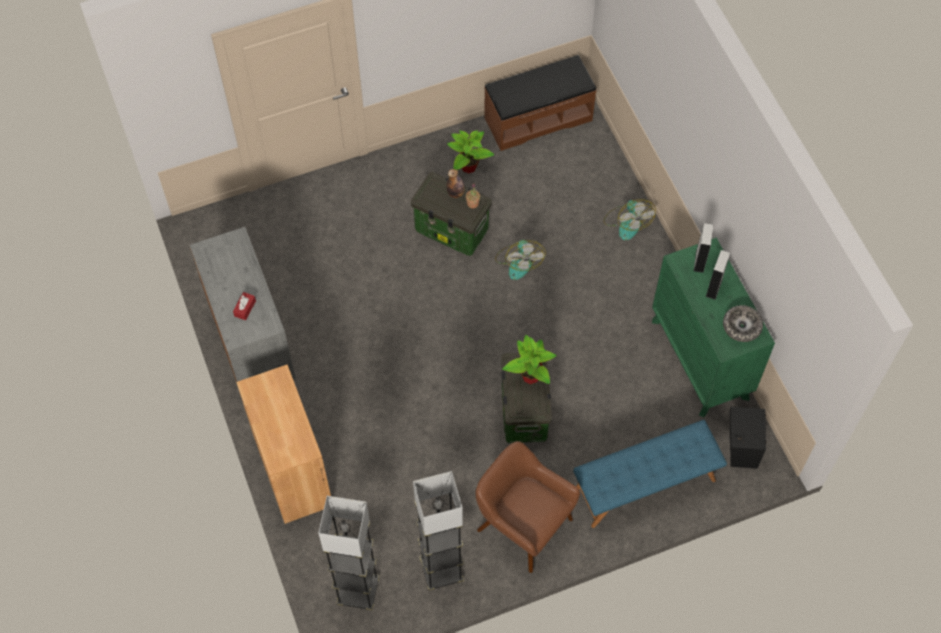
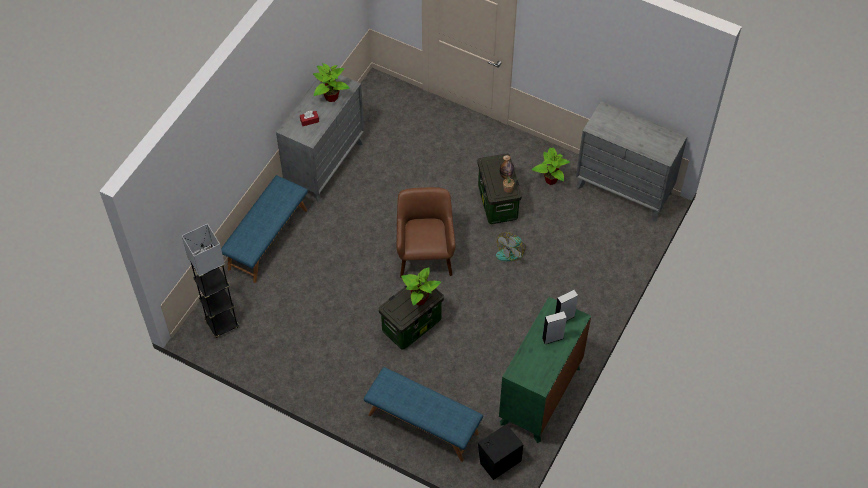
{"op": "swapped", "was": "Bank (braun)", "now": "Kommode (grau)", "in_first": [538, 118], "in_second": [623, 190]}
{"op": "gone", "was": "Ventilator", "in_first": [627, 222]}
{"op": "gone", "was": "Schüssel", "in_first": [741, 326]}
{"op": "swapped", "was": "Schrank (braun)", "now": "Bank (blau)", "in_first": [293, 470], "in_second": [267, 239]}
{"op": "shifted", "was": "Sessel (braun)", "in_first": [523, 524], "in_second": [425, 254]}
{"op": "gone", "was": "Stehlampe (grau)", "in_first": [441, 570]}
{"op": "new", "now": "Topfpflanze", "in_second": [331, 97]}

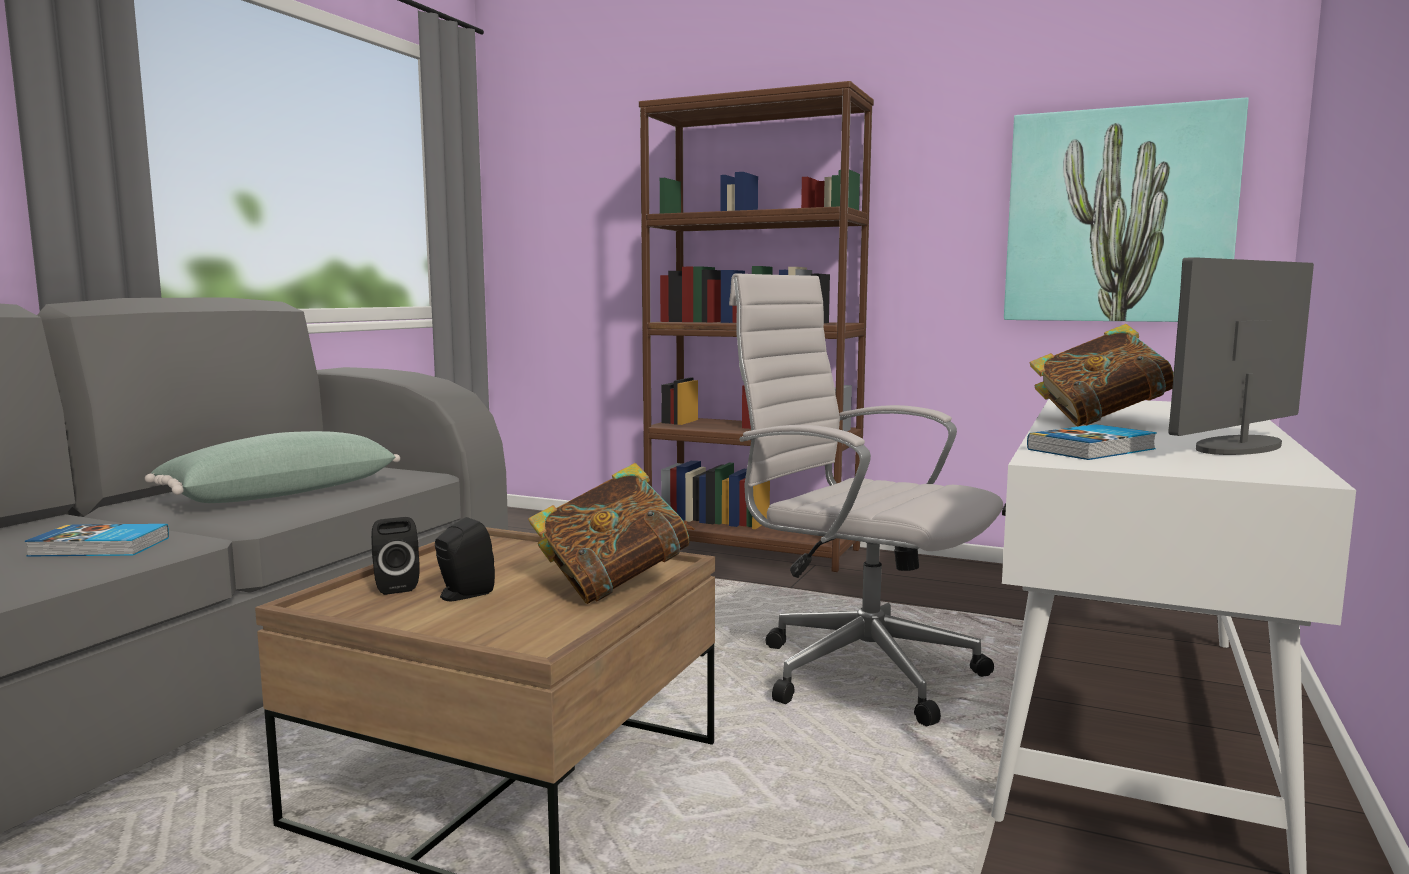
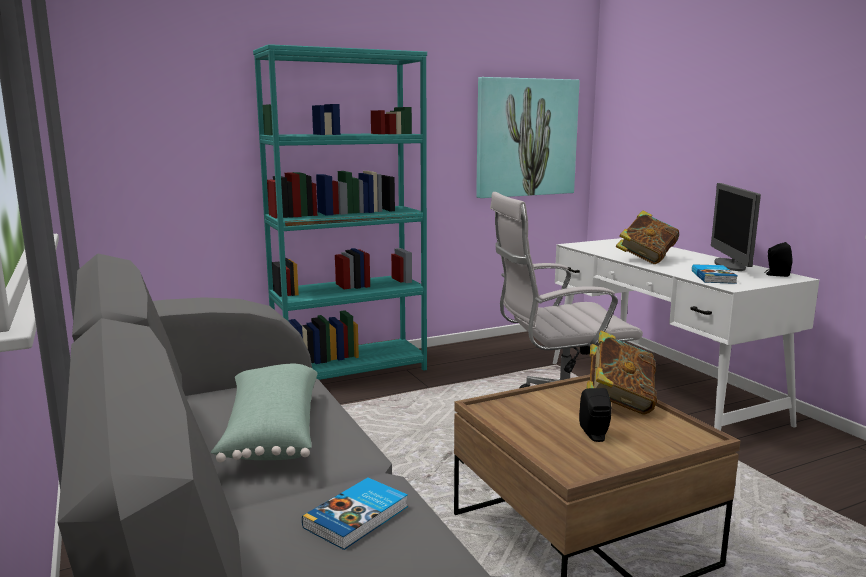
{"op": "repainted", "was": "Bücherregal (braun)", "now": "Bücherregal (türkis)", "in_first": [752, 548], "in_second": [351, 371]}
{"op": "shifted", "was": "Lautsprecher (schwarz)", "in_first": [395, 586], "in_second": [776, 275]}

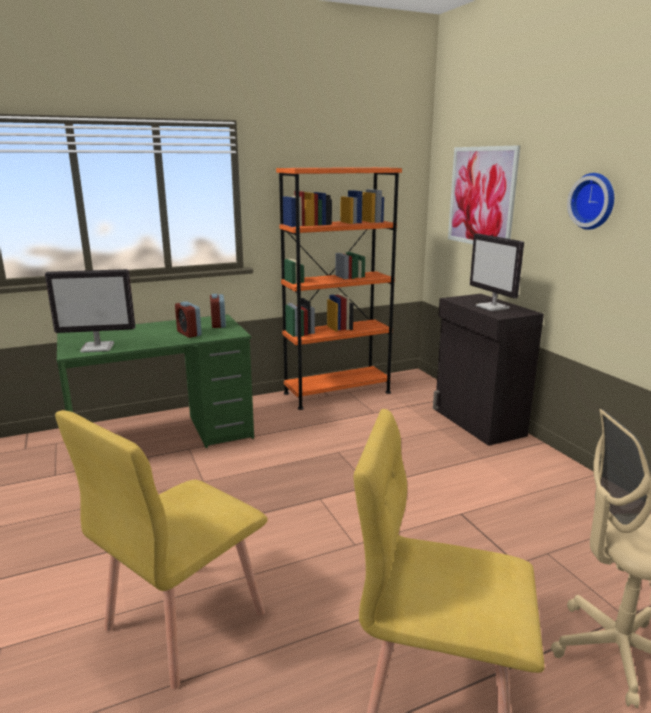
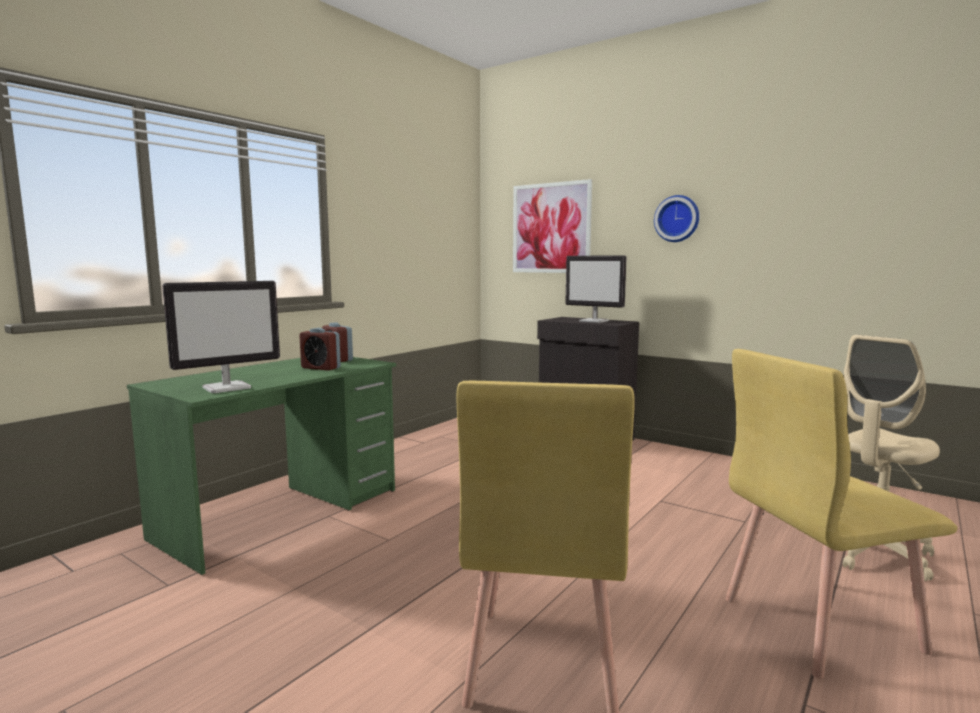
{"op": "gone", "was": "Bücherregal (orange)", "in_first": [337, 393]}

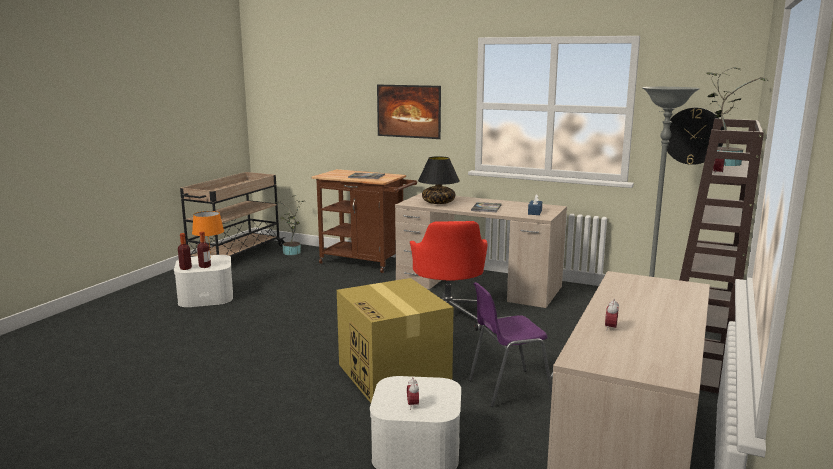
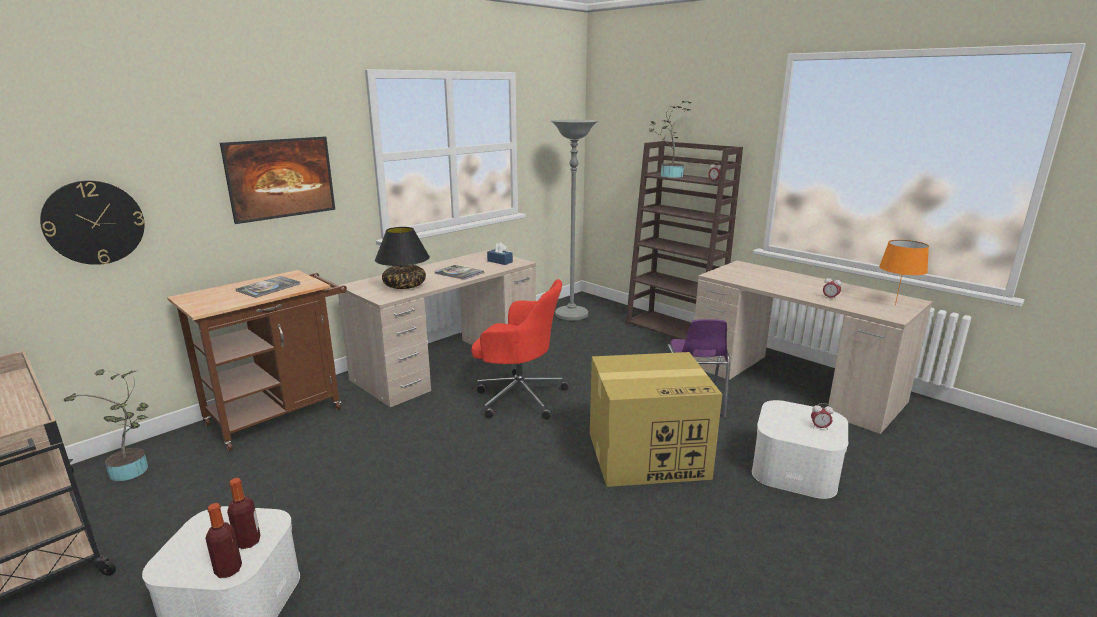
{"op": "shifted", "was": "Wanduhr", "in_first": [693, 136], "in_second": [94, 222]}
{"op": "shifted", "was": "Tischlampe (orange)", "in_first": [210, 258], "in_second": [895, 305]}

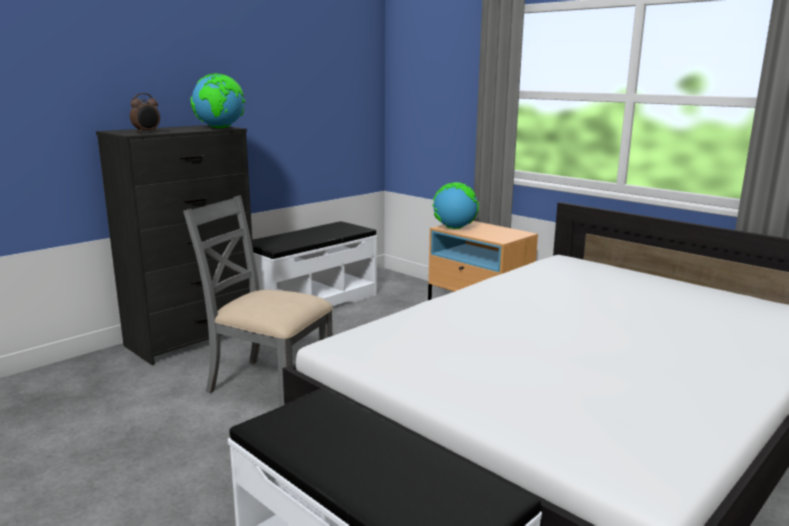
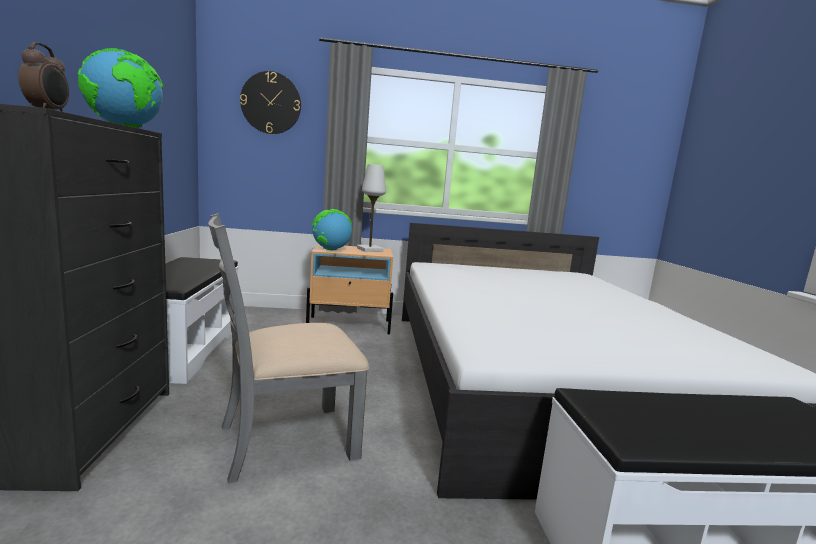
{"op": "new", "now": "Wanduhr", "in_second": [271, 103]}
{"op": "new", "now": "Tischlampe (weiß)", "in_second": [369, 249]}

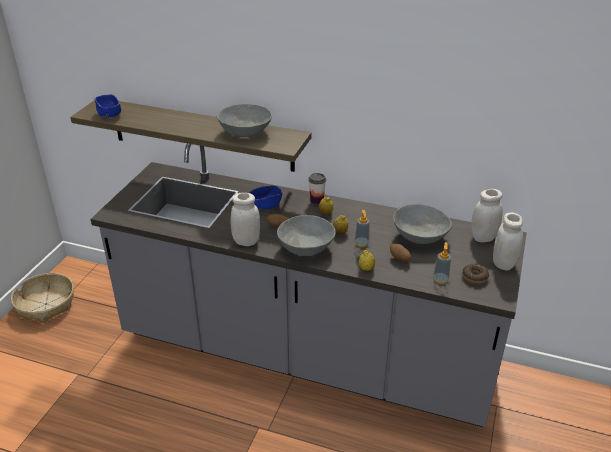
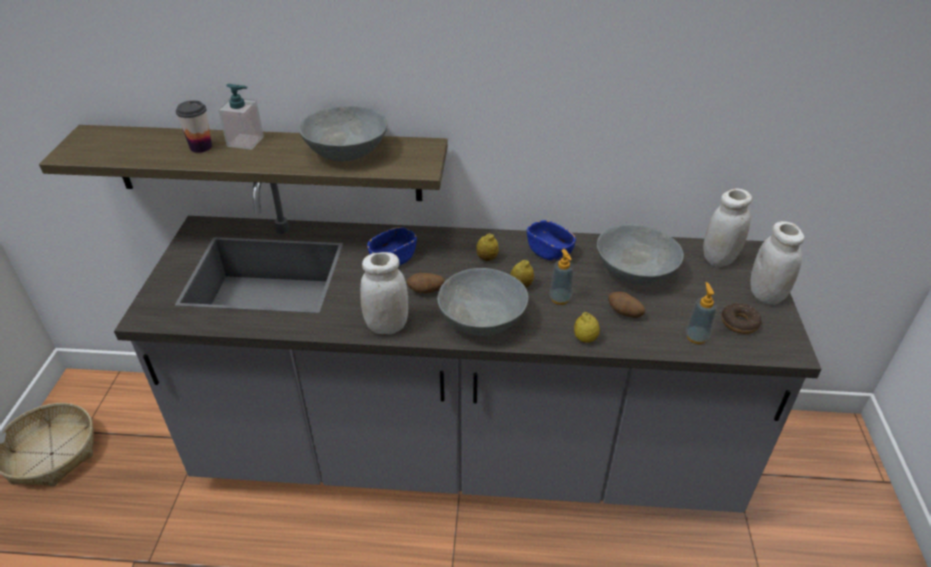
{"op": "shifted", "was": "Schüssel (blau)", "in_first": [109, 114], "in_second": [549, 251]}
{"op": "shifted", "was": "Tasse", "in_first": [317, 200], "in_second": [201, 147]}
{"op": "new", "now": "Seifenspender", "in_second": [245, 141]}

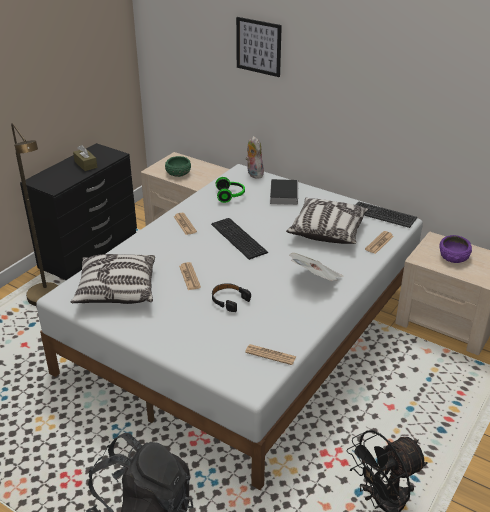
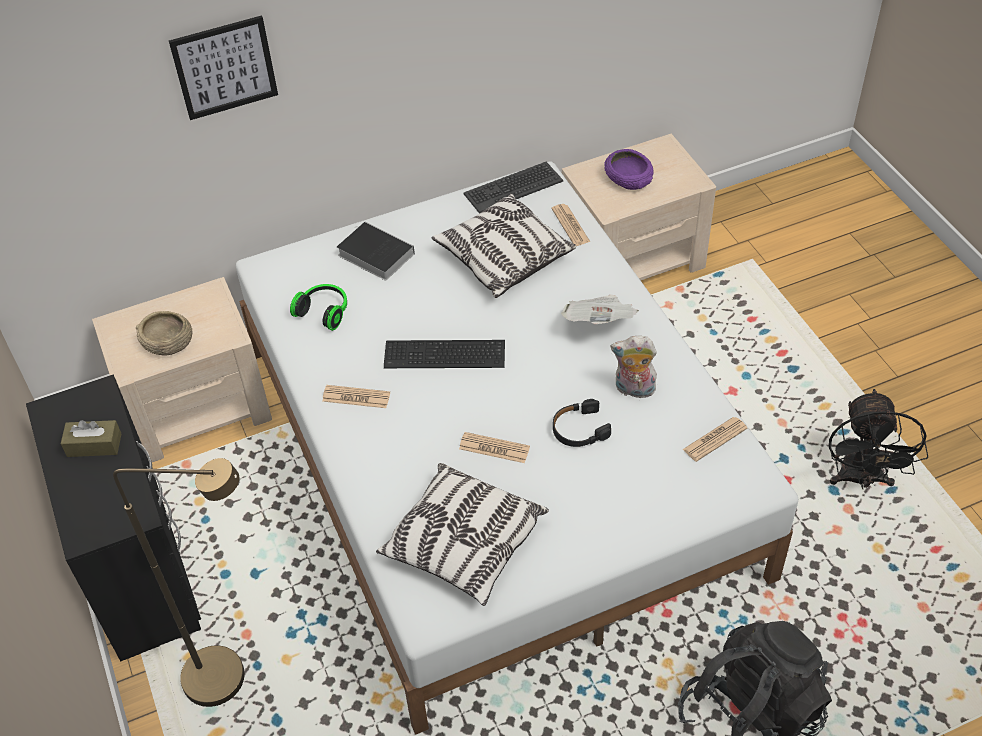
{"op": "shifted", "was": "Plüschtier", "in_first": [253, 174], "in_second": [633, 390]}
{"op": "repainted", "was": "Schüssel (grün)", "now": "Schüssel (beige)", "in_first": [178, 172], "in_second": [167, 342]}

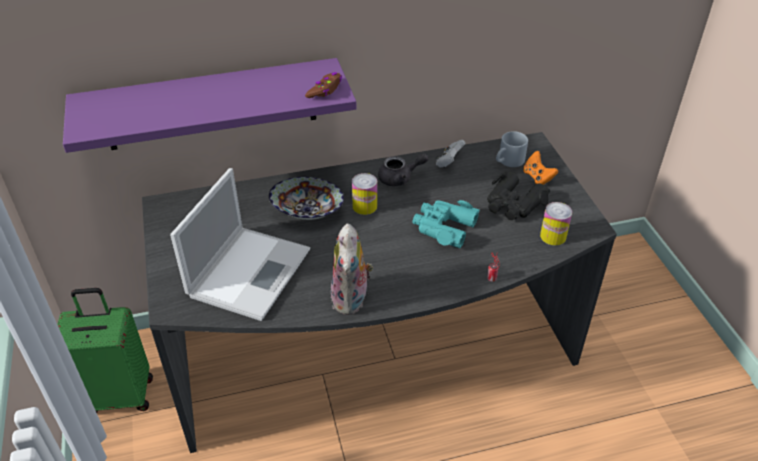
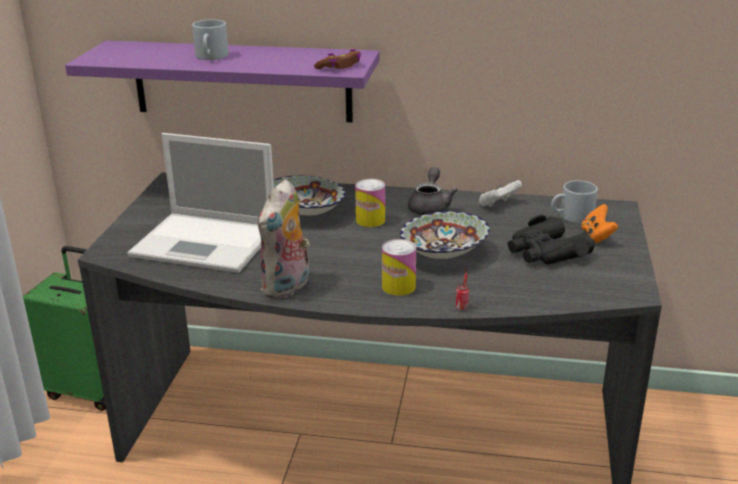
{"op": "rotated", "was": "Teekanne (grau)", "in_first": [400, 178], "in_second": [430, 207], "clockwise": -90}
{"op": "rotated", "was": "Laptop", "in_first": [250, 271], "in_second": [207, 243], "clockwise": 60}
{"op": "swapped", "was": "Fernglas (türkis)", "now": "Schüssel", "in_first": [443, 227], "in_second": [443, 254]}
{"op": "shifted", "was": "Dose", "in_first": [553, 236], "in_second": [398, 286]}
{"op": "new", "now": "Henkelbecher (grau)", "in_second": [211, 57]}

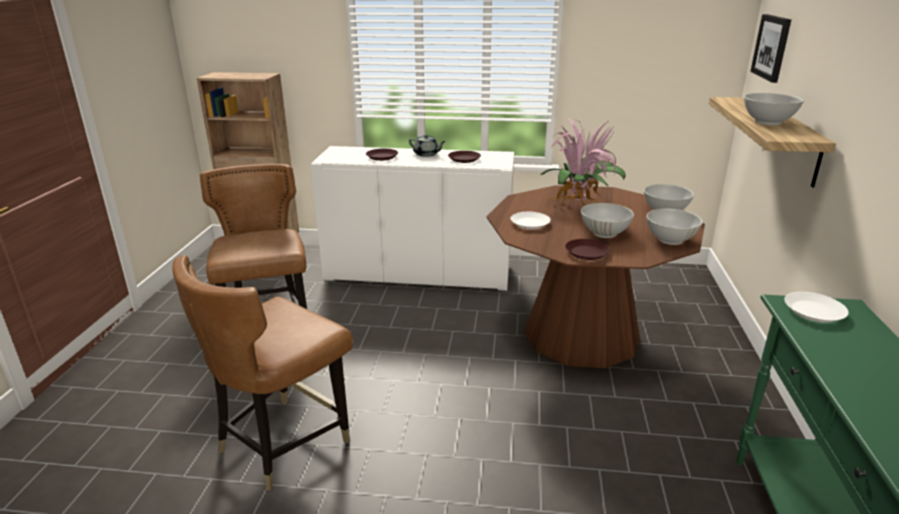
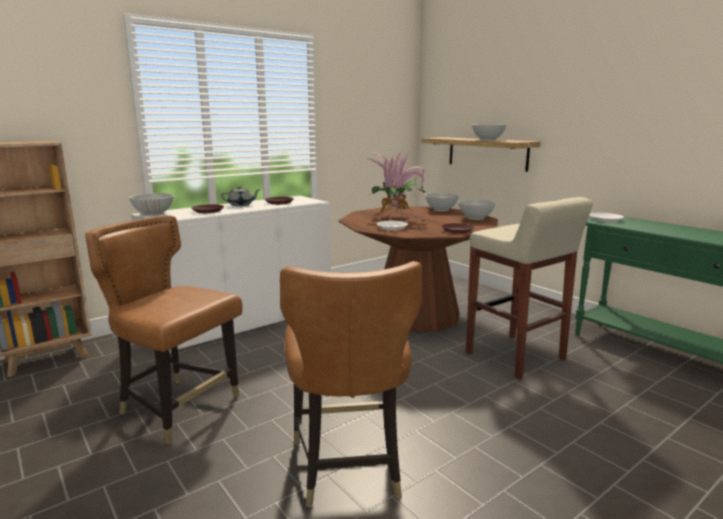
{"op": "gone", "was": "Bild", "in_first": [772, 47]}
{"op": "shifted", "was": "Schüssel (weiß)", "in_first": [604, 233], "in_second": [153, 214]}
{"op": "new", "now": "Hocker (beige)", "in_second": [516, 357]}

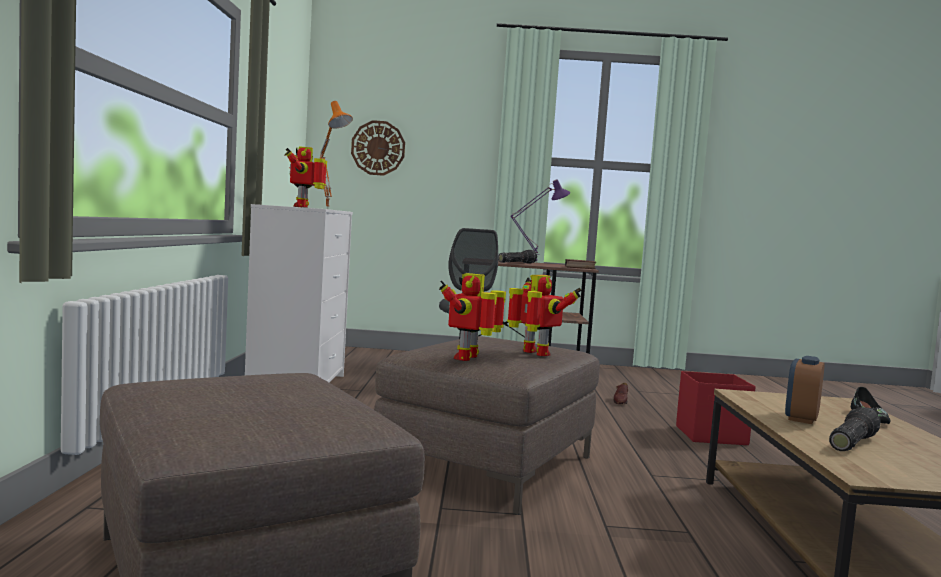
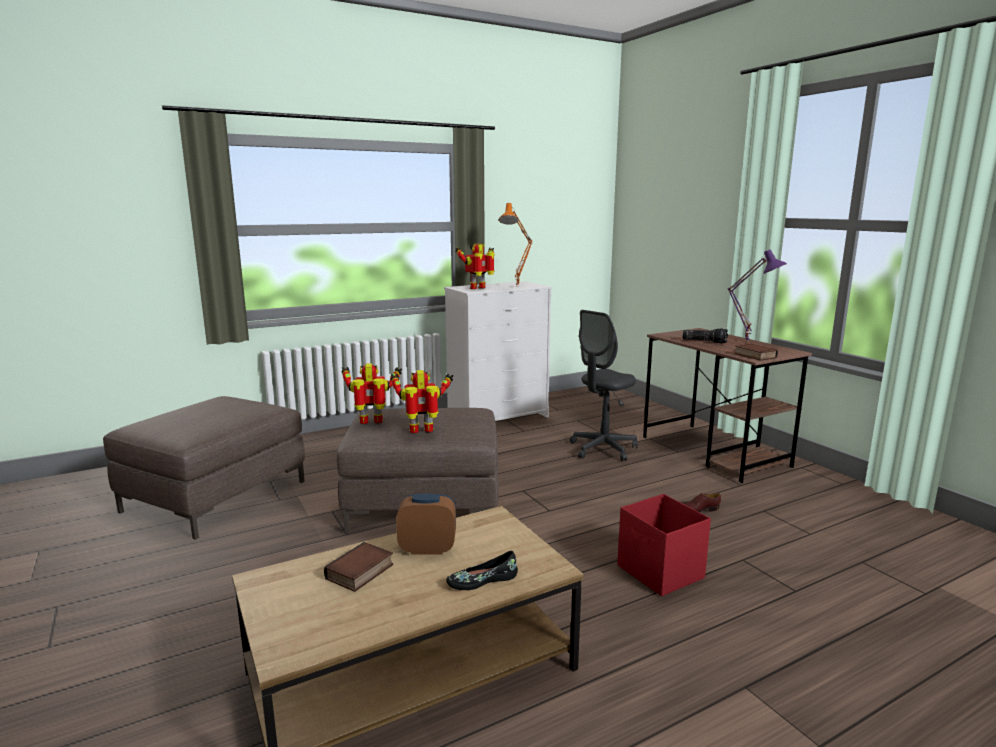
{"op": "gone", "was": "Wanduhr", "in_first": [378, 148]}
{"op": "rotated", "was": "Spielzeugroboter", "in_first": [535, 354], "in_second": [422, 431], "clockwise": -120}
{"op": "swapped", "was": "Taschenlampe", "now": "Buch", "in_first": [850, 442], "in_second": [360, 573]}

